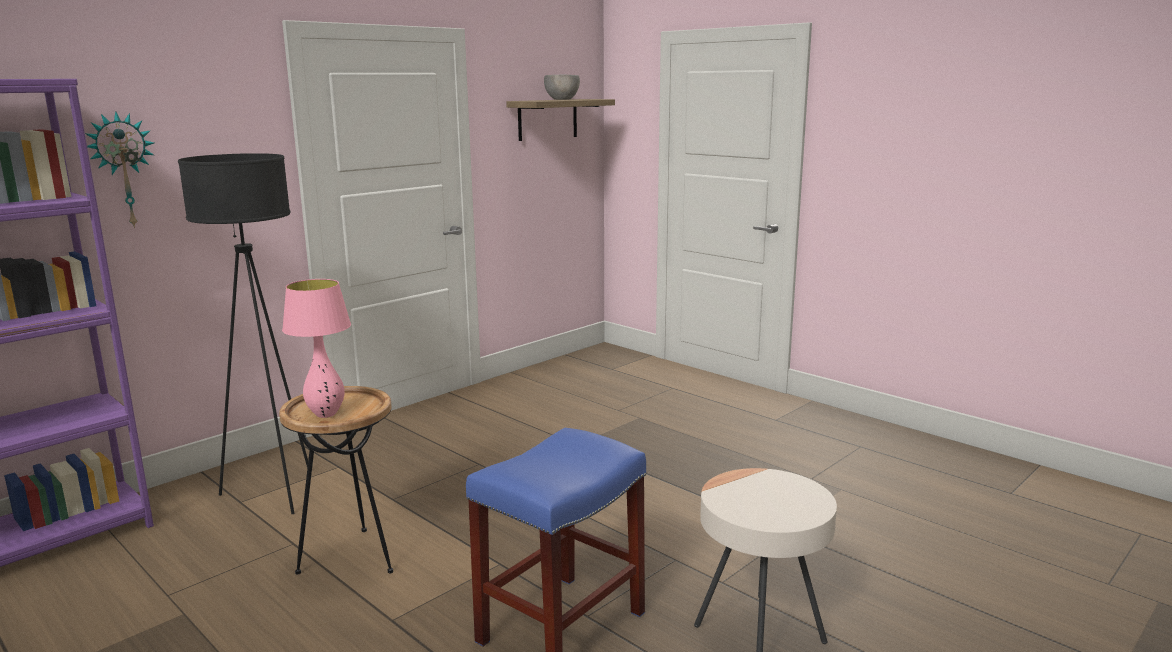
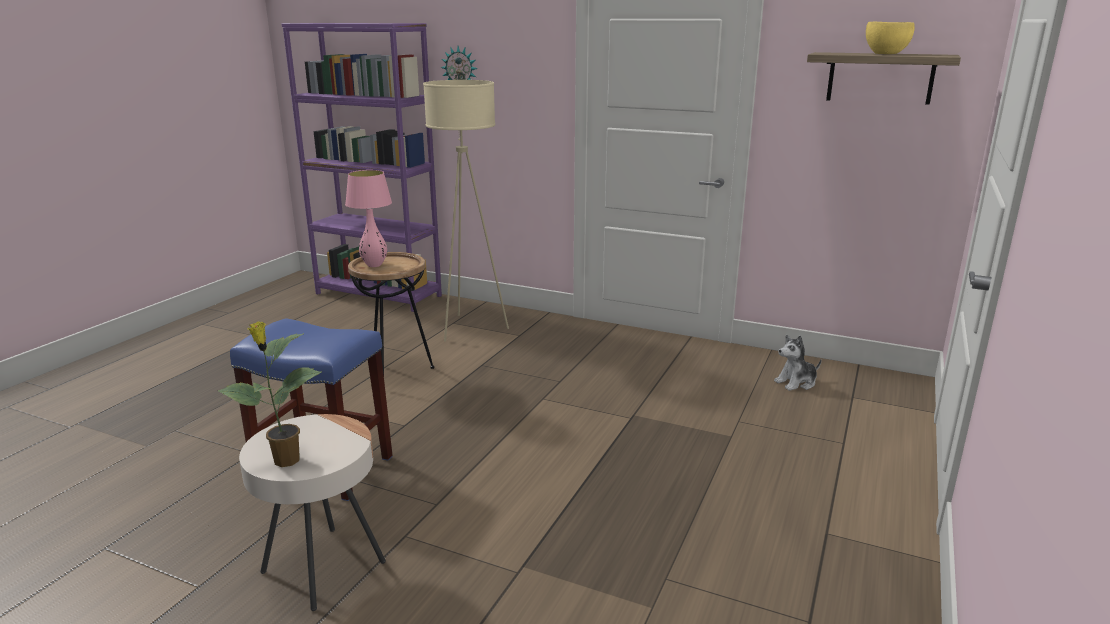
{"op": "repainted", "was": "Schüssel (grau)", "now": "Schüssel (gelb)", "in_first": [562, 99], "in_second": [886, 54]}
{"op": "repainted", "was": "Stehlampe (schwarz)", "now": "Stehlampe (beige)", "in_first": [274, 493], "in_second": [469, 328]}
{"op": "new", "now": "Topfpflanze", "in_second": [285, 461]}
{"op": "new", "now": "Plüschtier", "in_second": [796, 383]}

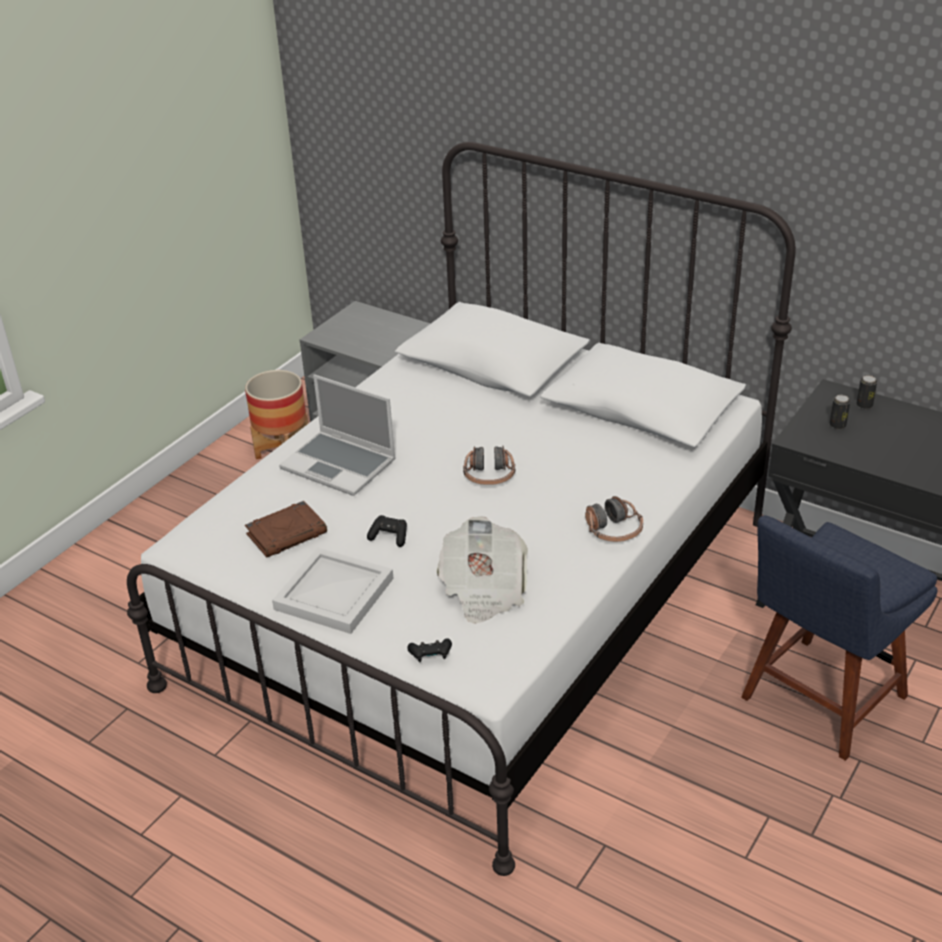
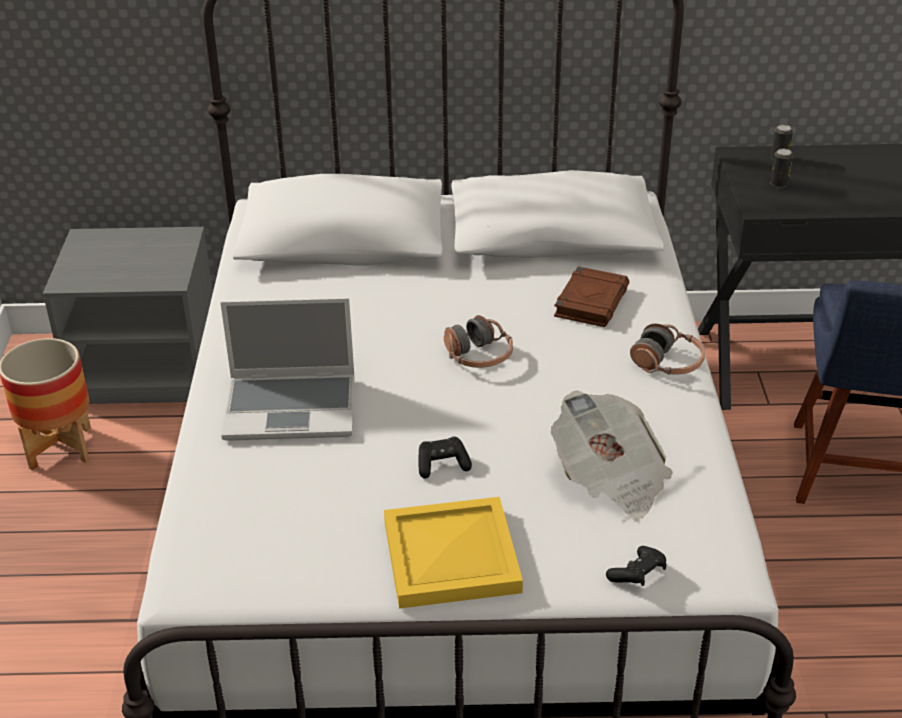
{"op": "shifted", "was": "Buch (braun)", "in_first": [287, 533], "in_second": [591, 301]}
{"op": "repainted", "was": "Tablett (weiß)", "now": "Tablett (gelb)", "in_first": [333, 592], "in_second": [449, 555]}

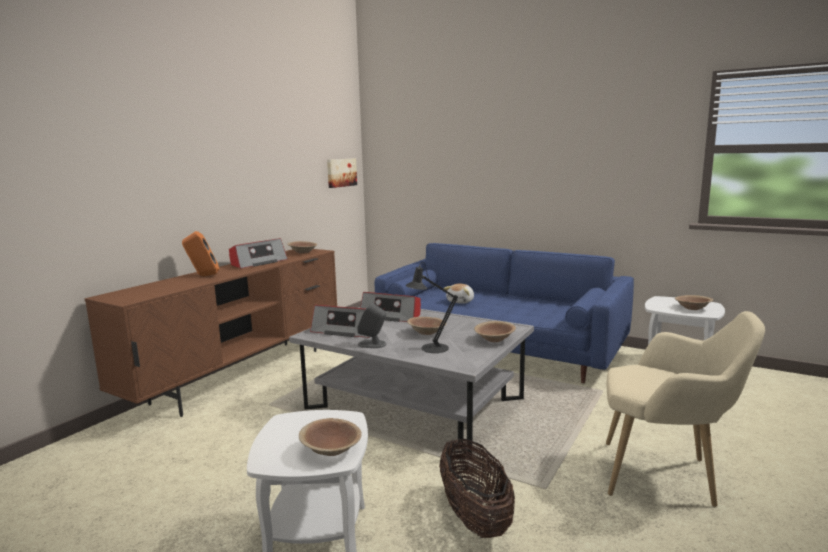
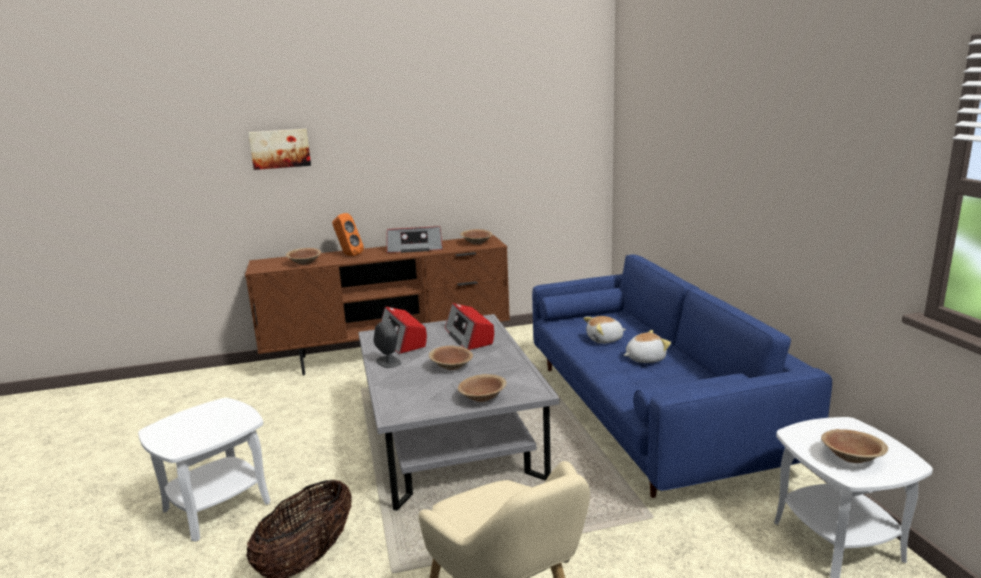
{"op": "shifted", "was": "Bild", "in_first": [341, 172], "in_second": [280, 148]}
{"op": "gone", "was": "Tischlampe (schwarz)", "in_first": [430, 348]}
{"op": "shifted", "was": "Schüssel (braun)", "in_first": [331, 450], "in_second": [304, 263]}
{"op": "new", "now": "Plüschtier", "in_second": [644, 358]}

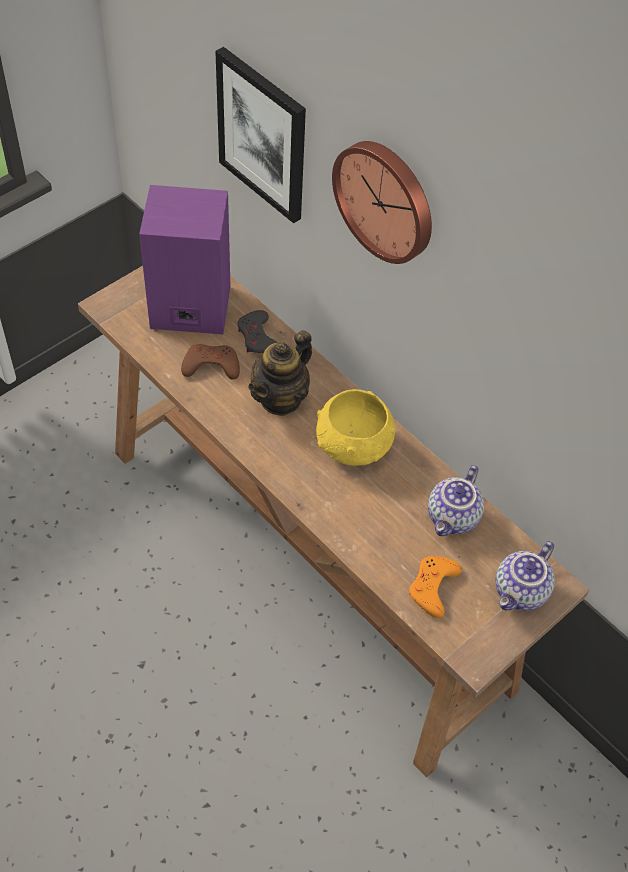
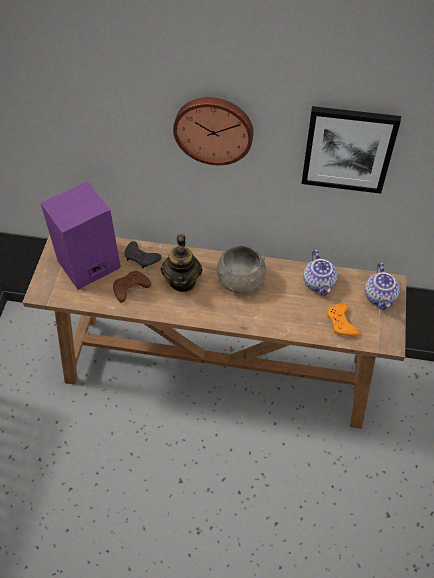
{"op": "shifted", "was": "Bild", "in_first": [263, 135], "in_second": [348, 149]}
{"op": "repainted", "was": "Schüssel (gelb)", "now": "Schüssel (grau)", "in_first": [353, 446], "in_second": [241, 281]}

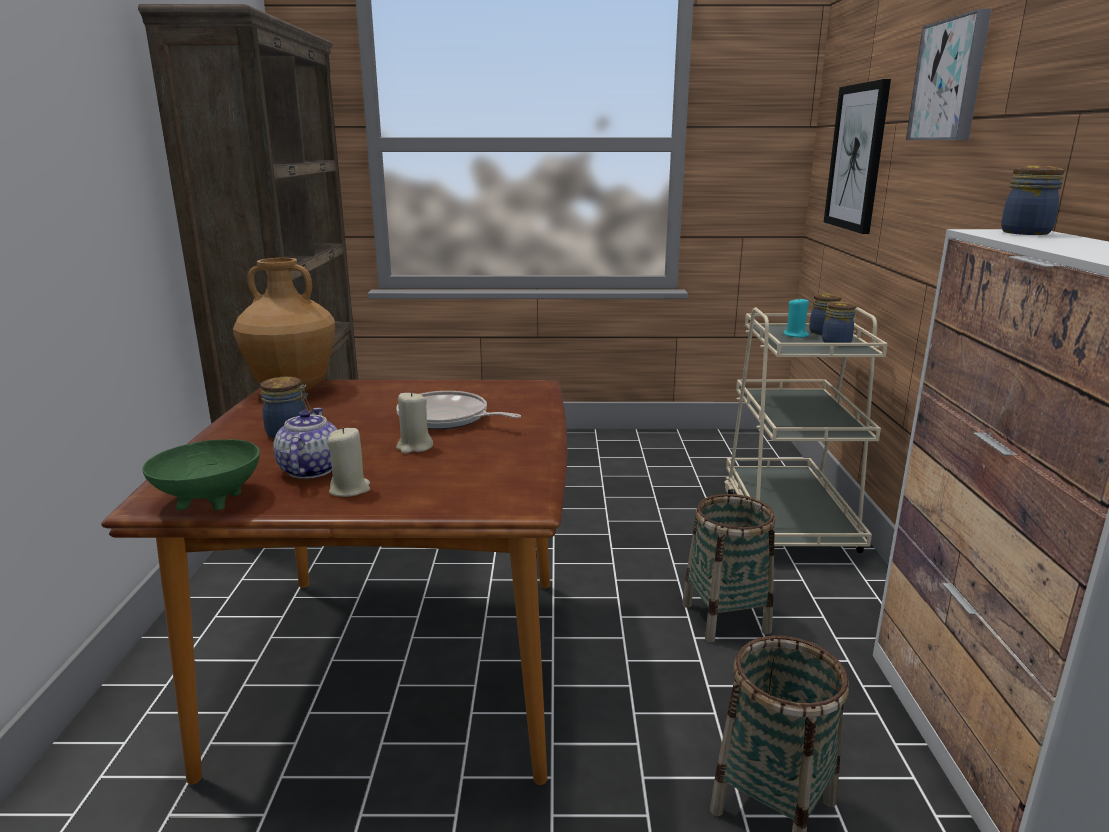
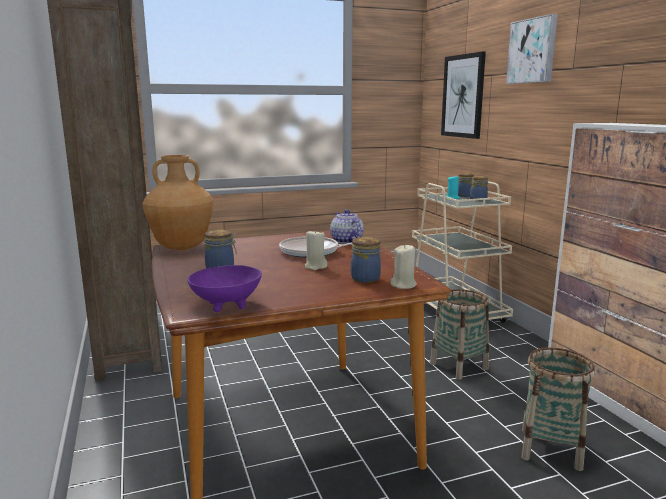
{"op": "shifted", "was": "Vorratsglas", "in_first": [1026, 232], "in_second": [366, 278]}
{"op": "shifted", "was": "Teekanne", "in_first": [310, 470], "in_second": [346, 241]}
{"op": "shifted", "was": "Kerze (beige)", "in_first": [350, 489], "in_second": [403, 285]}
{"op": "repainted", "was": "Schüssel (grün)", "now": "Schüssel (lila)", "in_first": [211, 498], "in_second": [227, 304]}

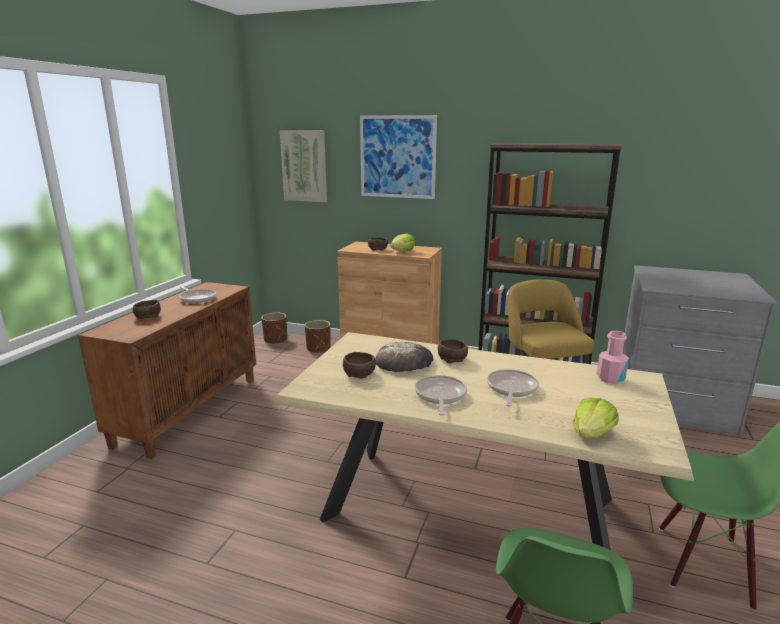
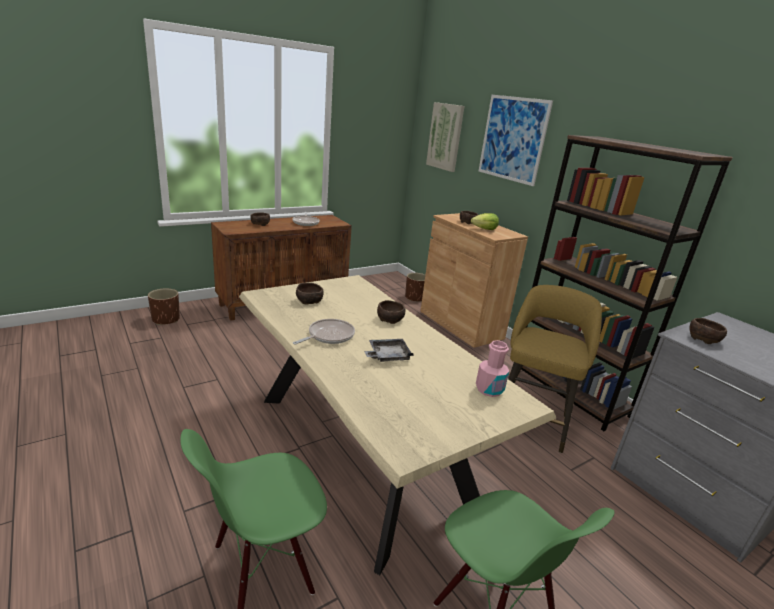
{"op": "shifted", "was": "Pflanzkübel (braun)", "in_first": [275, 340], "in_second": [165, 319]}
{"op": "gone", "was": "Brot", "in_first": [404, 362]}
{"op": "swapped", "was": "Pfanne", "now": "Tablett (grau)", "in_first": [511, 389], "in_second": [387, 356]}
{"op": "gone", "was": "Salatkopf", "in_first": [592, 434]}
{"op": "new", "now": "Schüssel (braun)", "in_second": [703, 338]}

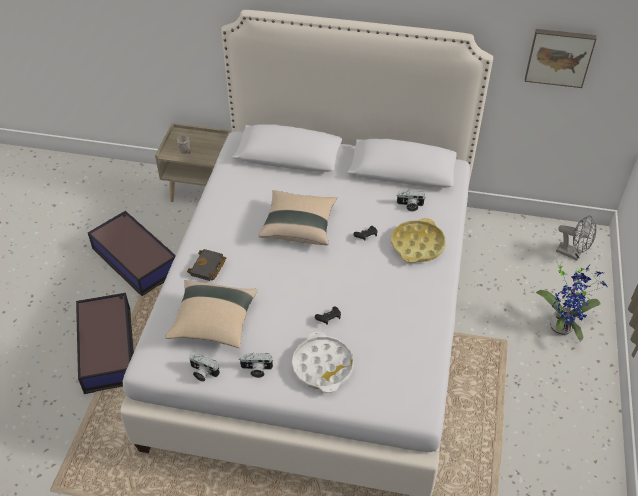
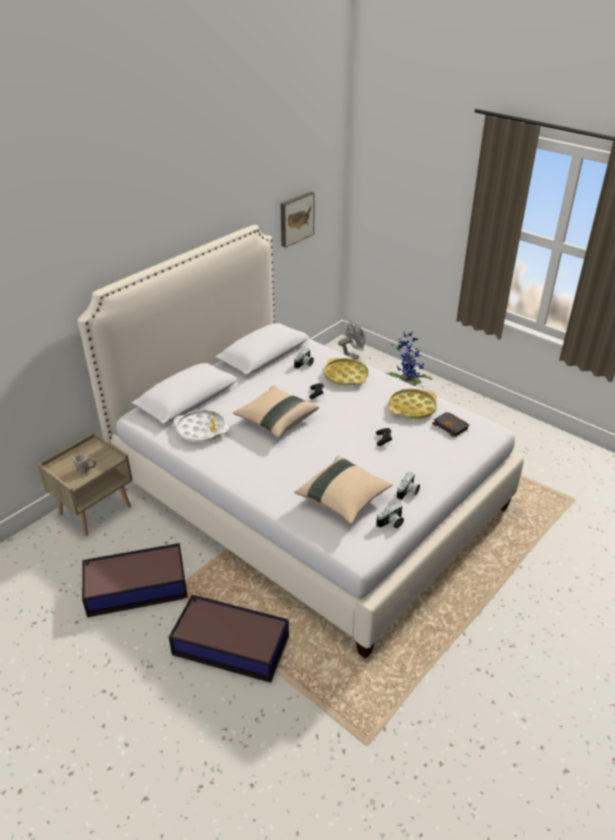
{"op": "shifted", "was": "Buch (schwarz)", "in_first": [208, 268], "in_second": [451, 426]}
{"op": "shifted", "was": "Tablett (weiß)", "in_first": [323, 366], "in_second": [201, 430]}
{"op": "new", "now": "Tablett (gelb)", "in_second": [412, 408]}

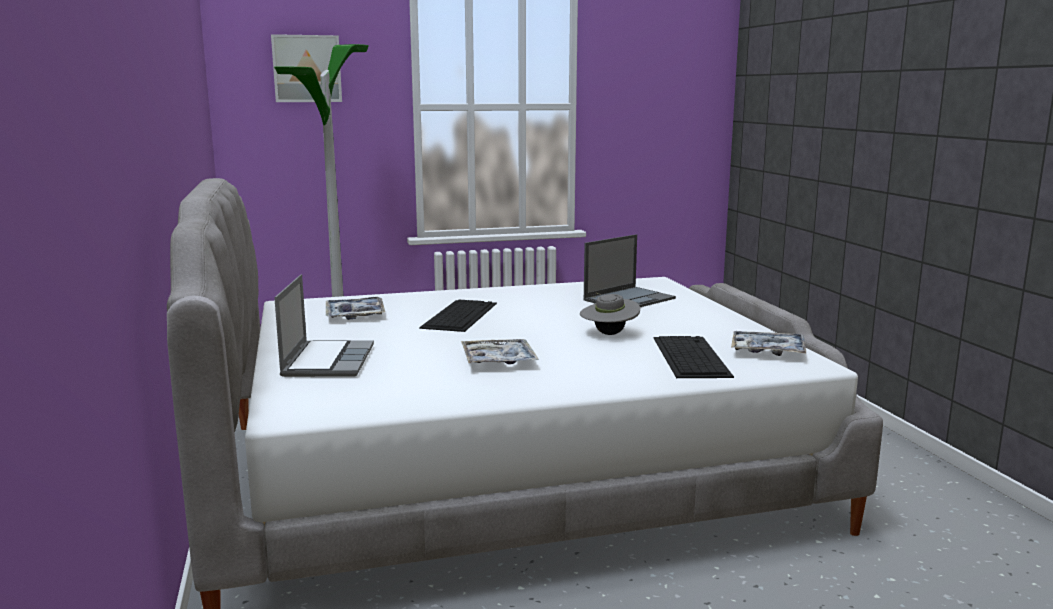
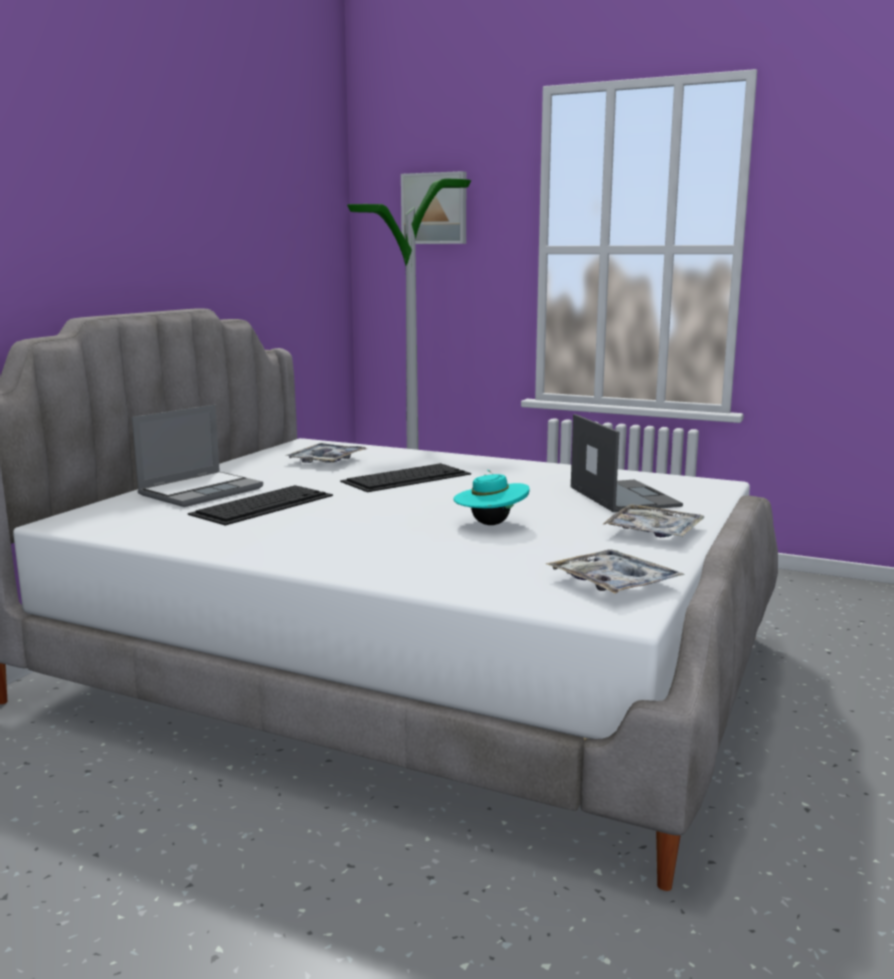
{"op": "rotated", "was": "Laptop", "in_first": [629, 299], "in_second": [622, 496], "clockwise": -105}
{"op": "repainted", "was": "Hut (grau)", "now": "Hut (türkis)", "in_first": [609, 334], "in_second": [490, 523]}
{"op": "shifted", "was": "Tastatur", "in_first": [689, 356], "in_second": [263, 504]}
{"op": "shifted", "was": "Tablett", "in_first": [498, 360], "in_second": [653, 531]}

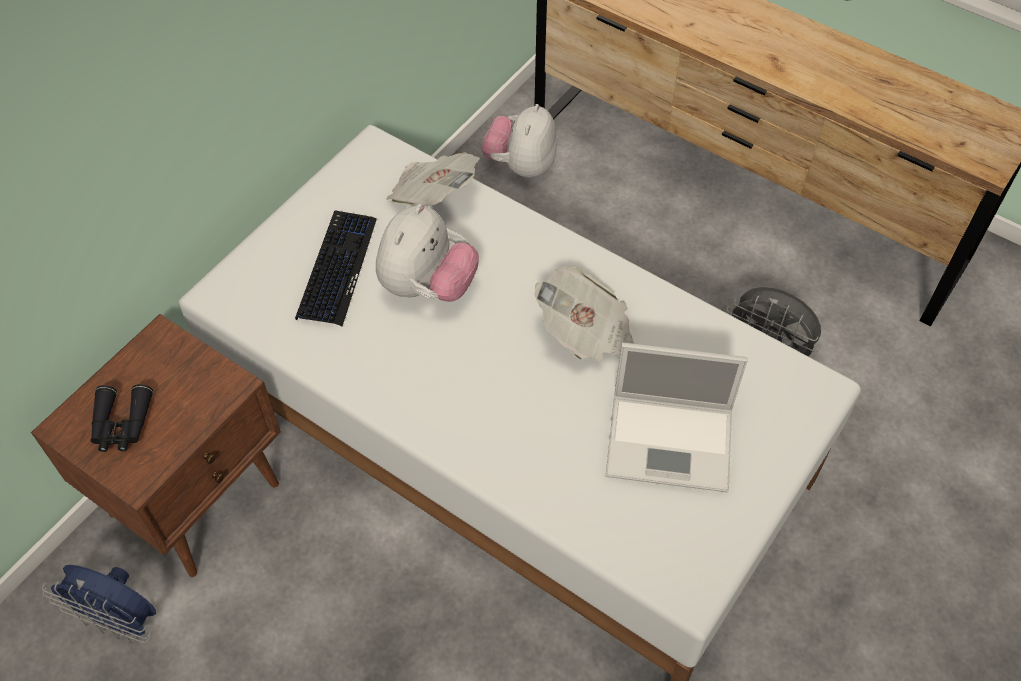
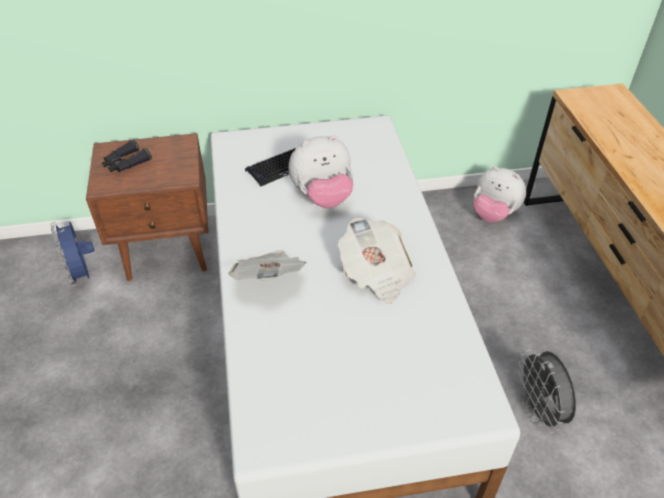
{"op": "rotated", "was": "Plüschtier", "in_first": [521, 166], "in_second": [493, 214], "clockwise": -120}
{"op": "shifted", "was": "Zeitung", "in_first": [433, 195], "in_second": [269, 279]}
{"op": "gone", "was": "Laptop", "in_first": [672, 442]}

